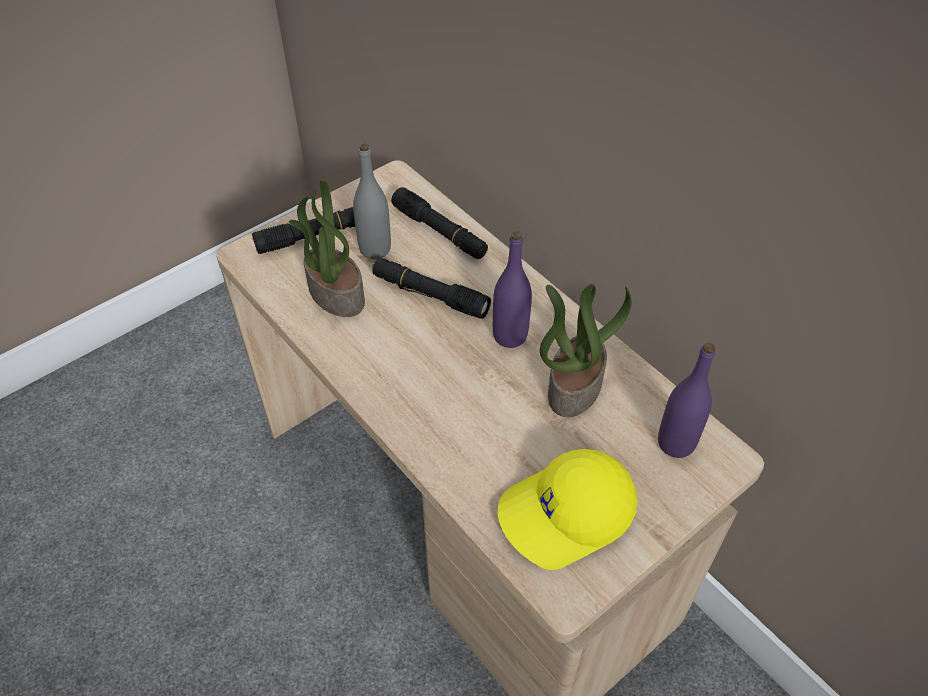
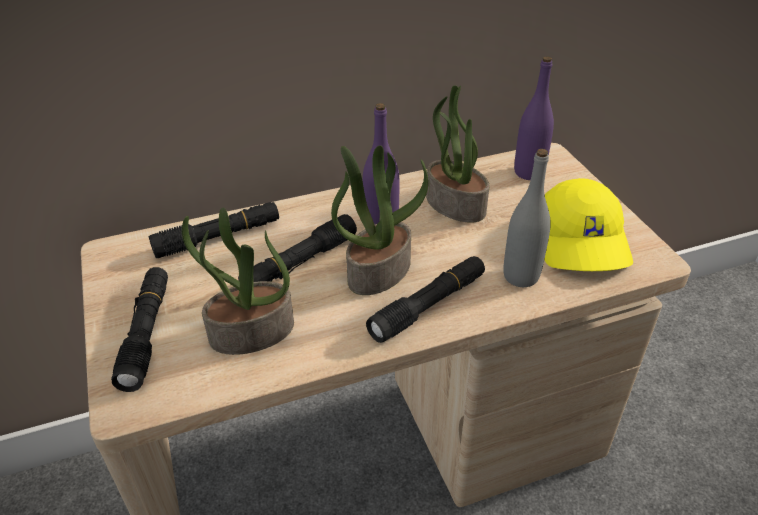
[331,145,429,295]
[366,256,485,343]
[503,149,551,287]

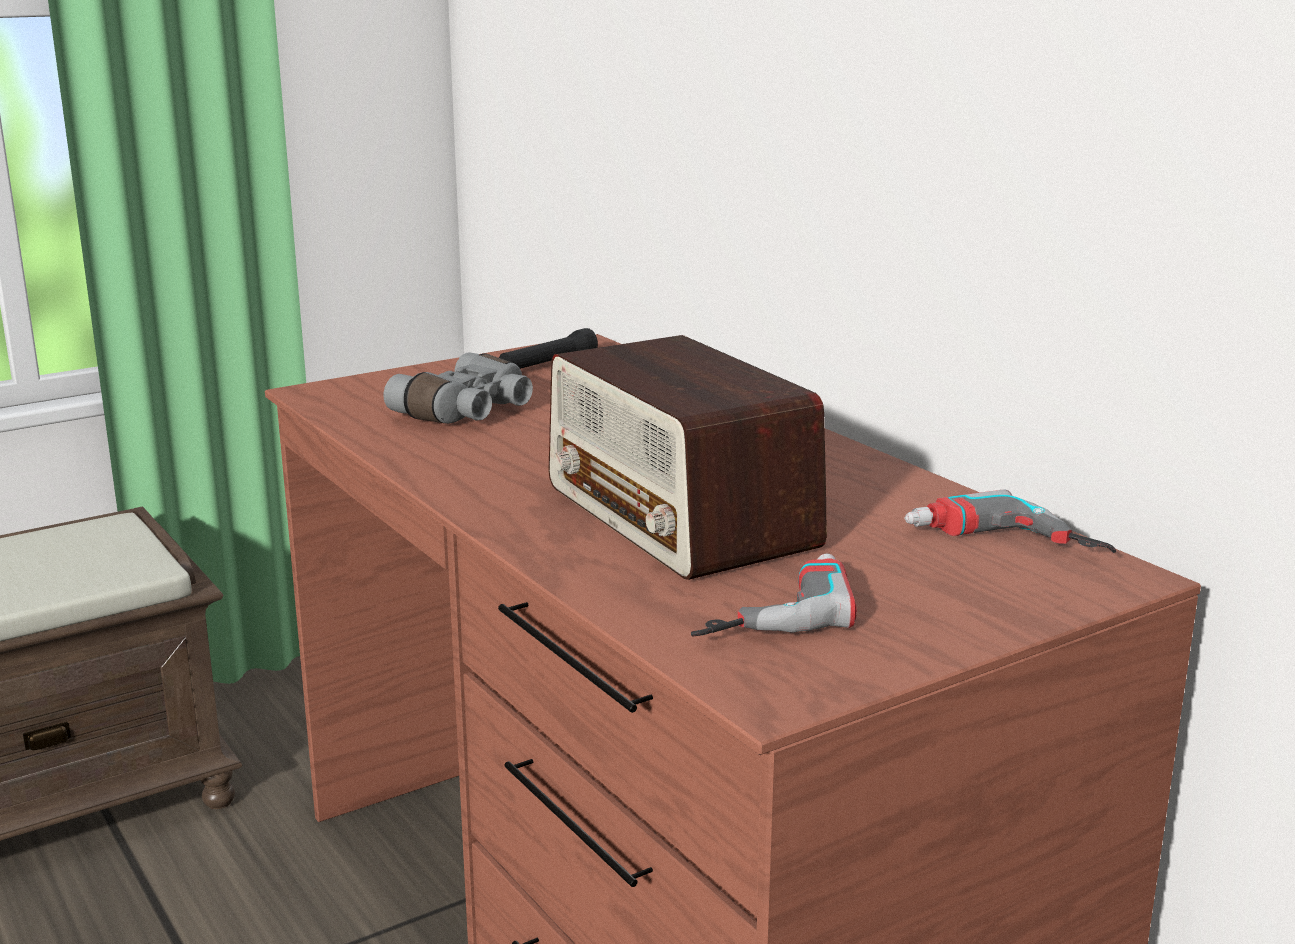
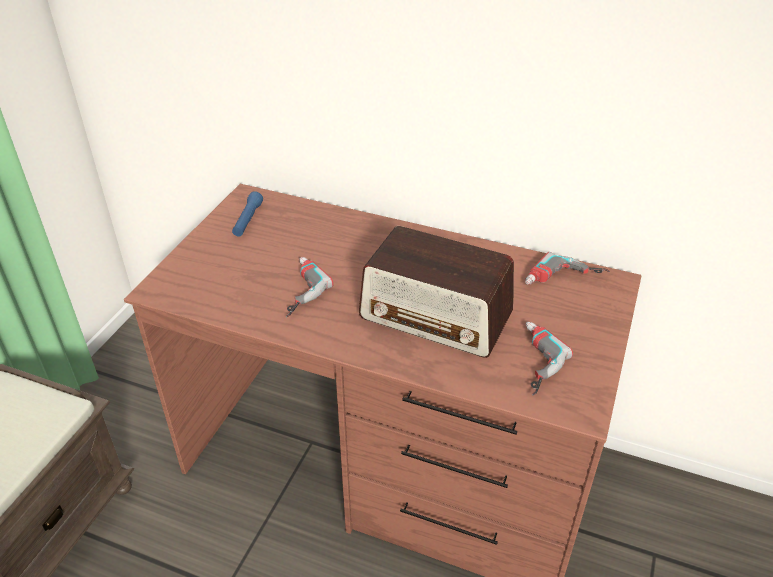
[232,191,263,237]
[286,257,333,317]
[384,352,533,424] (first image)

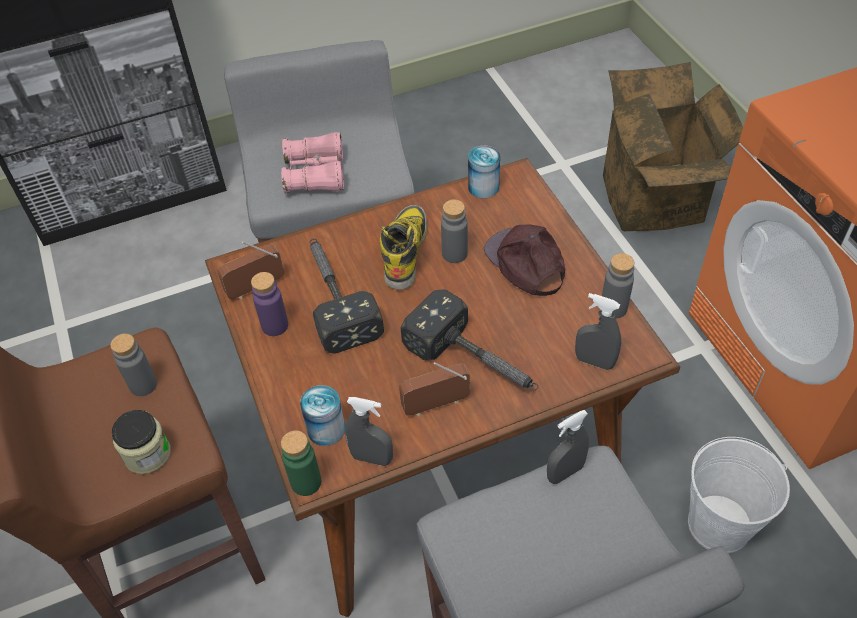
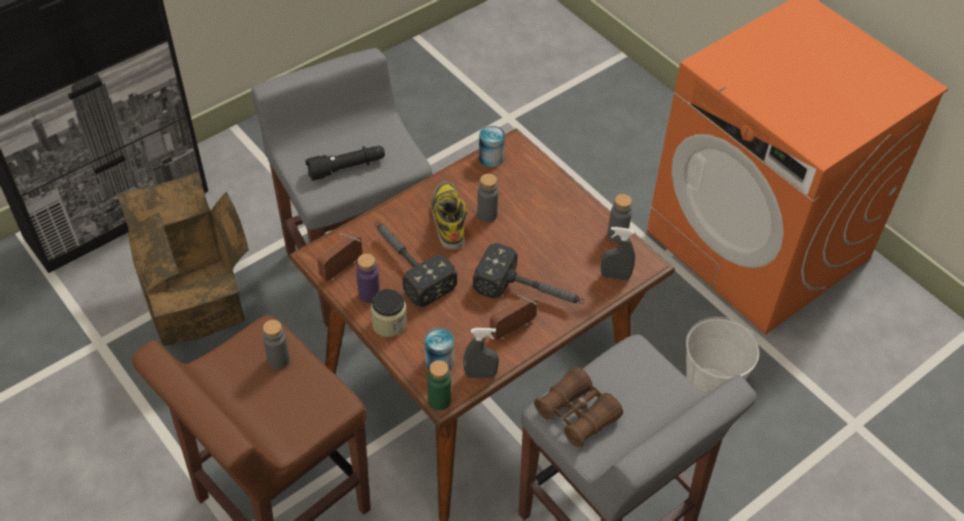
[117,172,249,346]
[305,146,385,181]
[371,289,407,337]
[534,366,623,448]
[484,224,565,296] (first image)
[547,410,589,484] (first image)

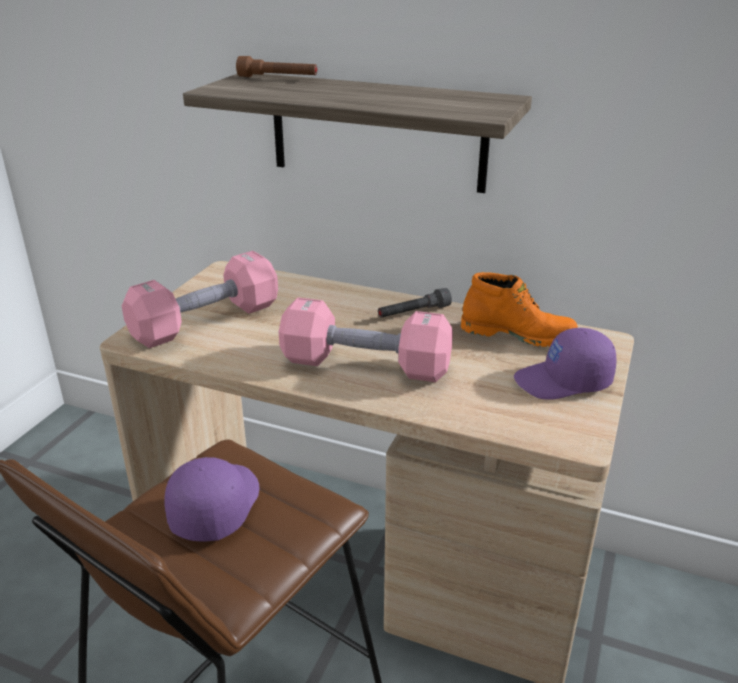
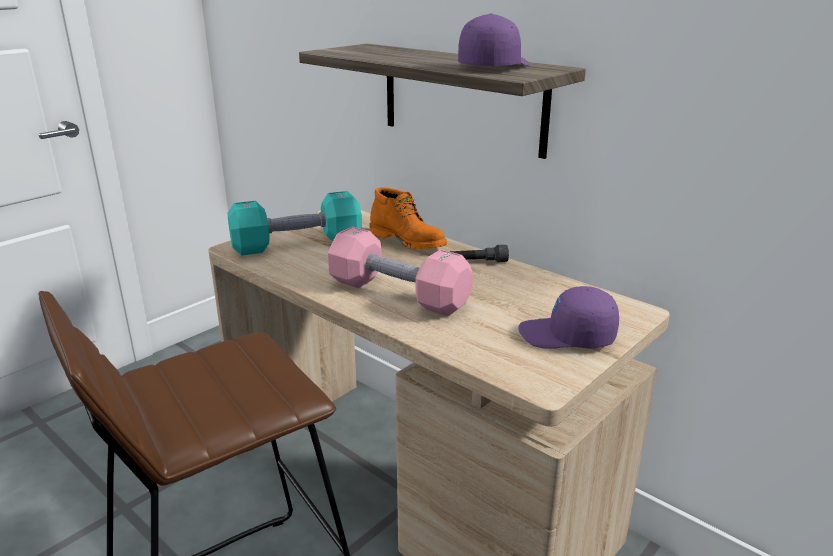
[228,191,362,255]
[369,187,447,249]
[458,13,530,66]
[236,56,317,77] (first image)

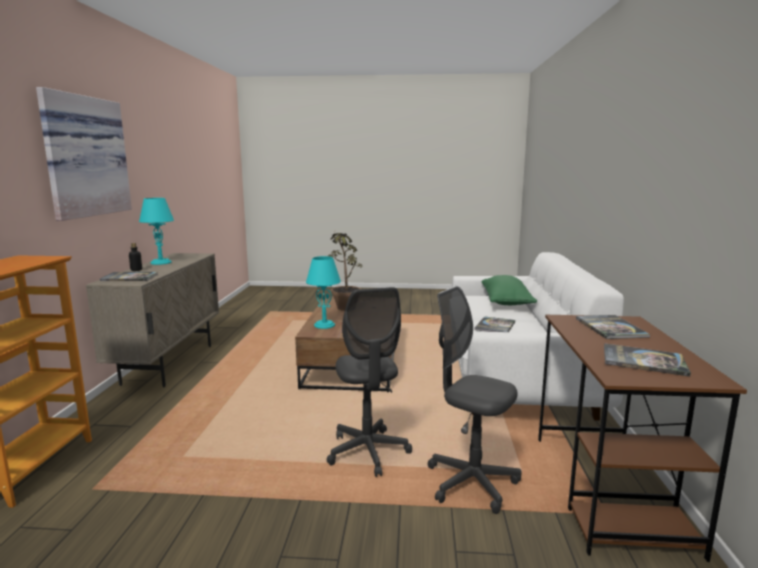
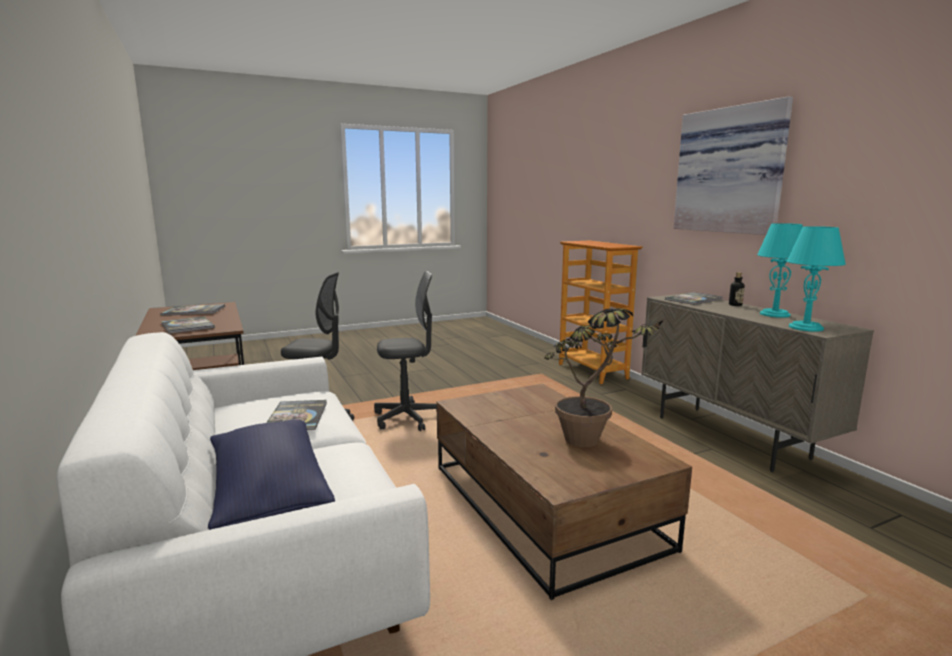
[208,419,335,530]
[374,271,437,431]
[787,226,846,332]

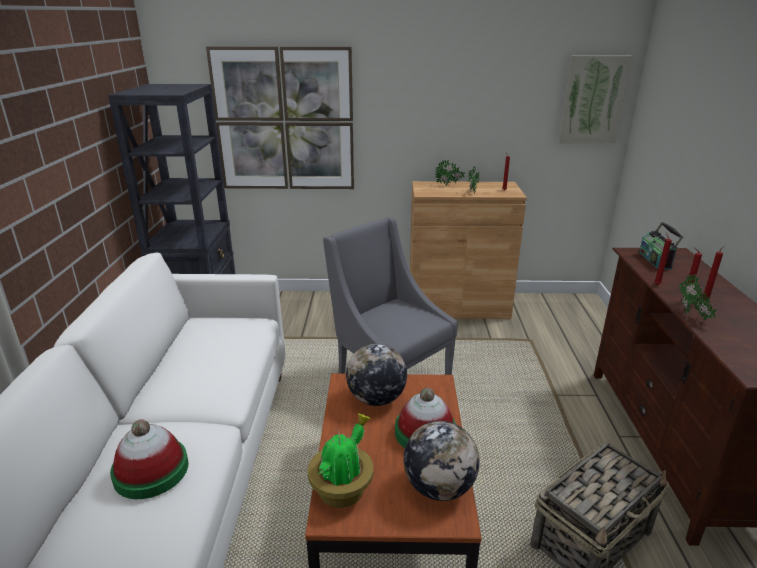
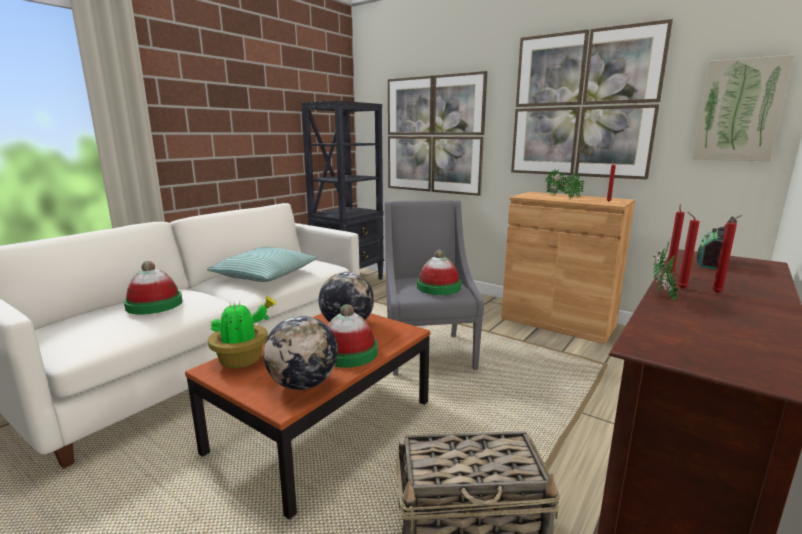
[207,247,317,282]
[417,250,461,295]
[511,19,673,180]

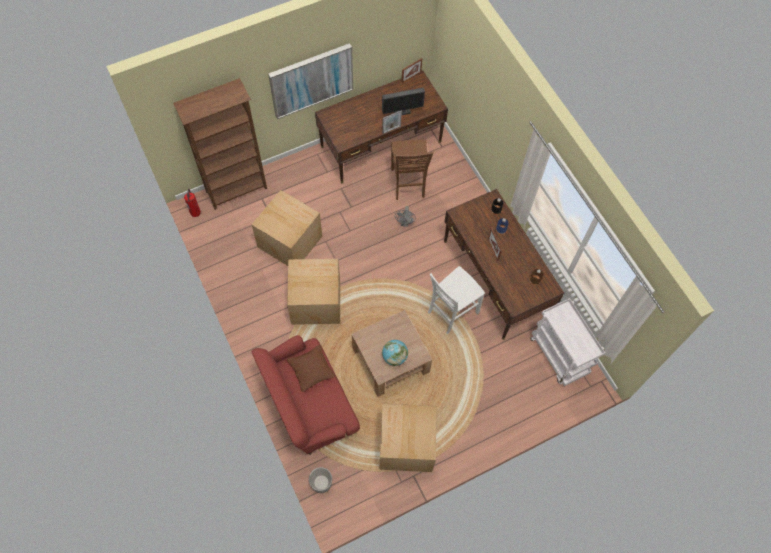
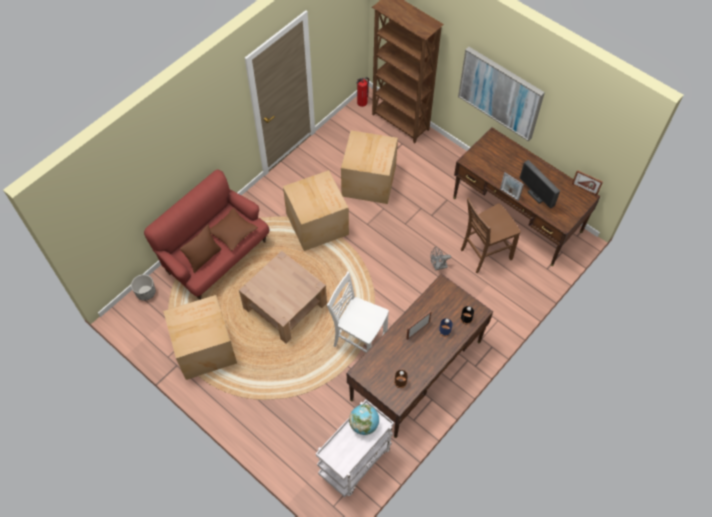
[180,224,221,273]
[349,404,379,435]

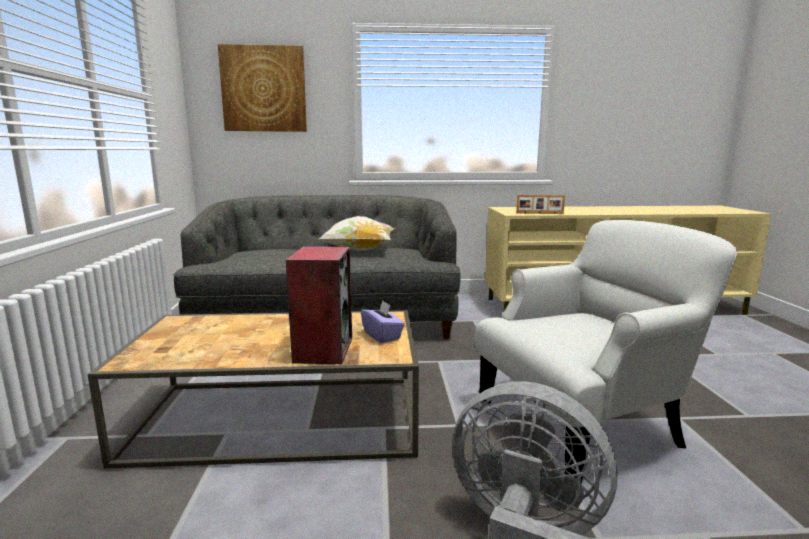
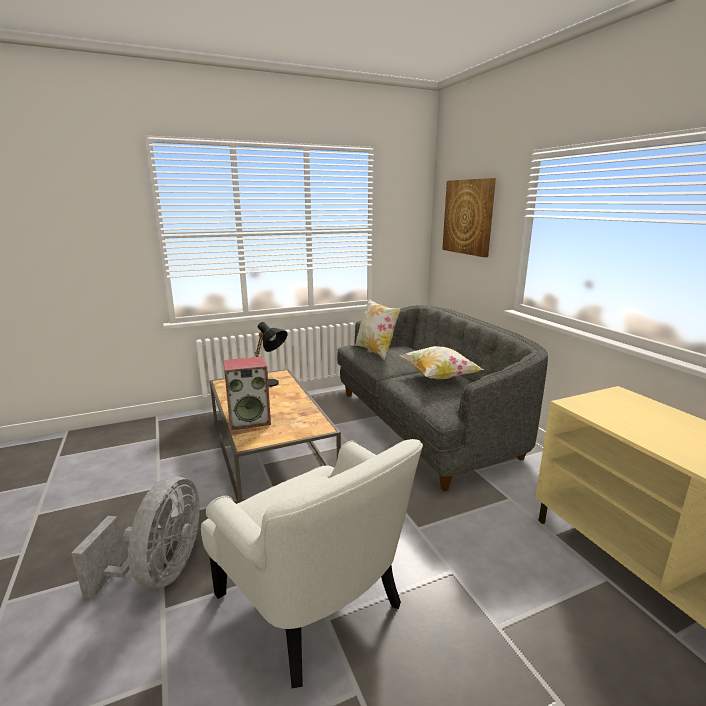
[255,322,288,387]
[355,299,401,360]
[361,301,405,343] (first image)
[516,195,565,214] (first image)

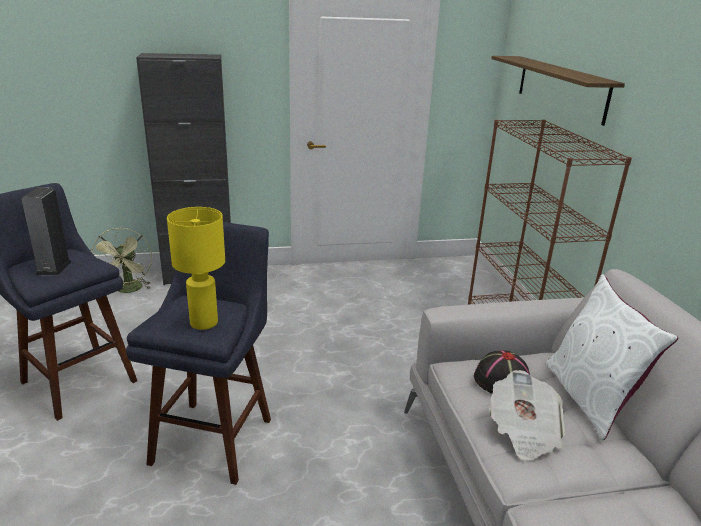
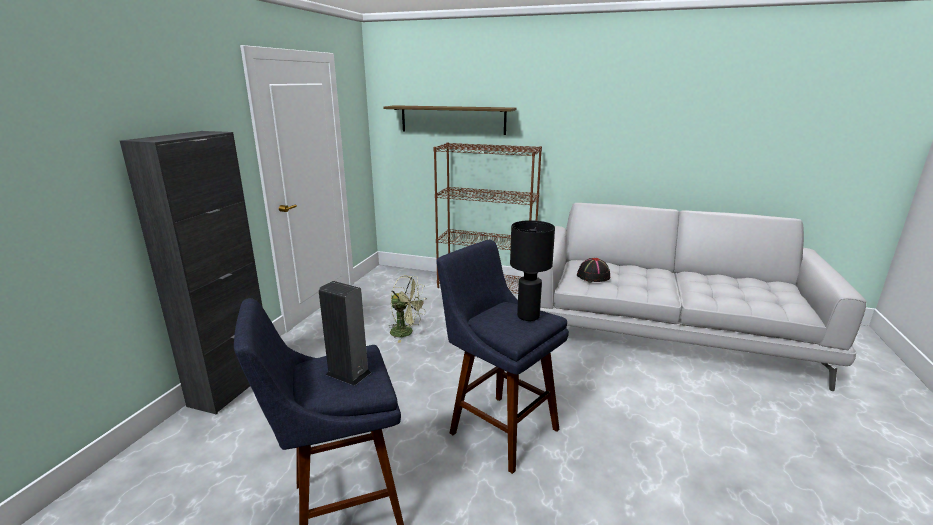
[388,275,427,343]
[510,220,555,321]
[489,370,565,461] (first image)
[545,274,678,440] (first image)

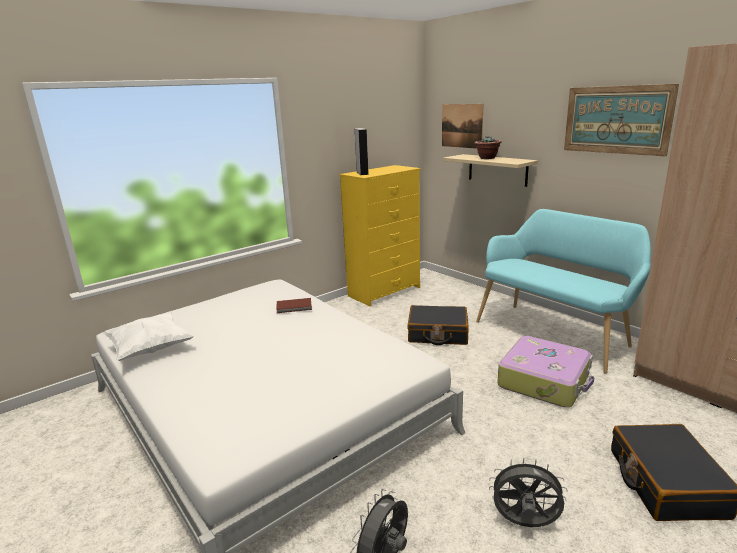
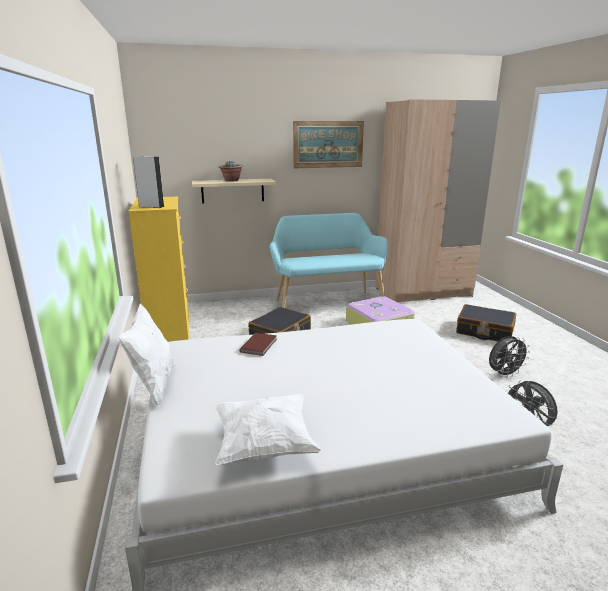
[119,304,174,406]
[489,336,530,378]
[442,104,484,149] (first image)

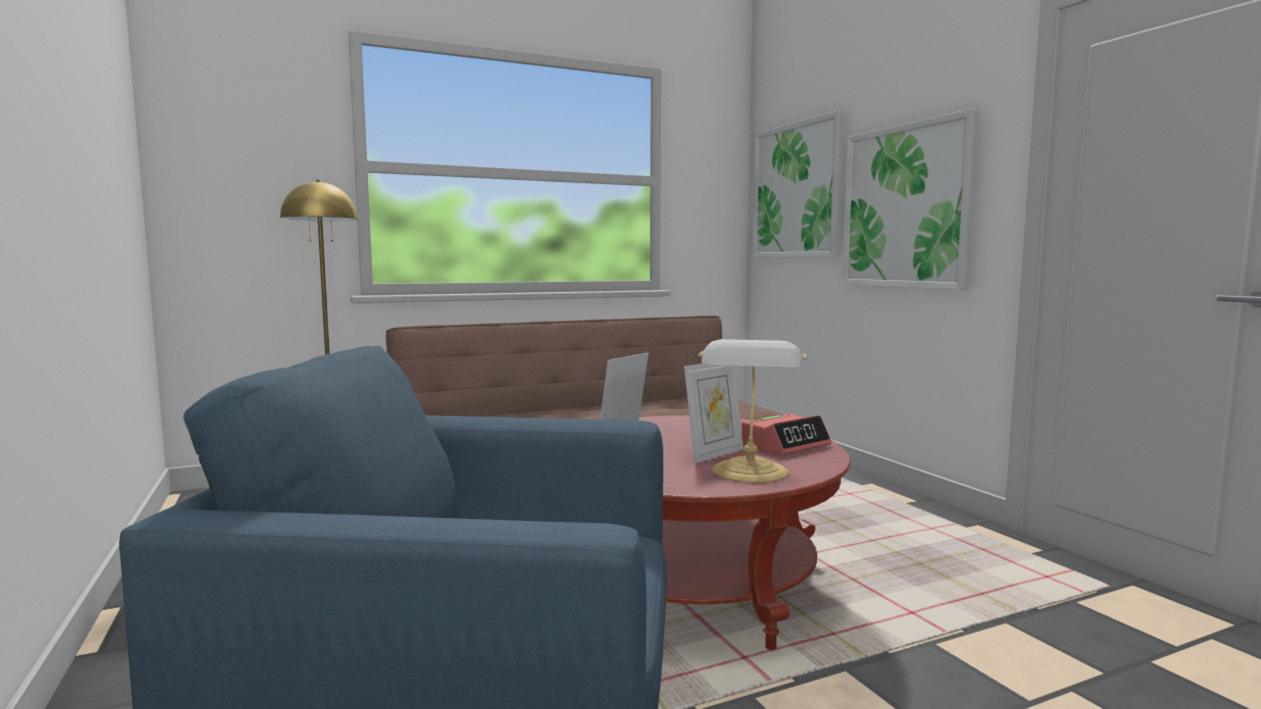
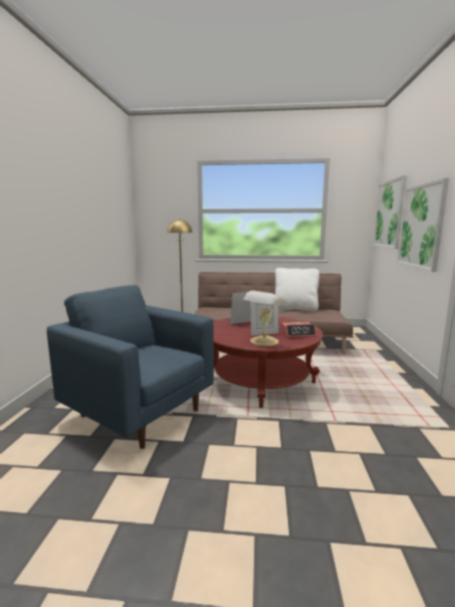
[275,268,319,311]

